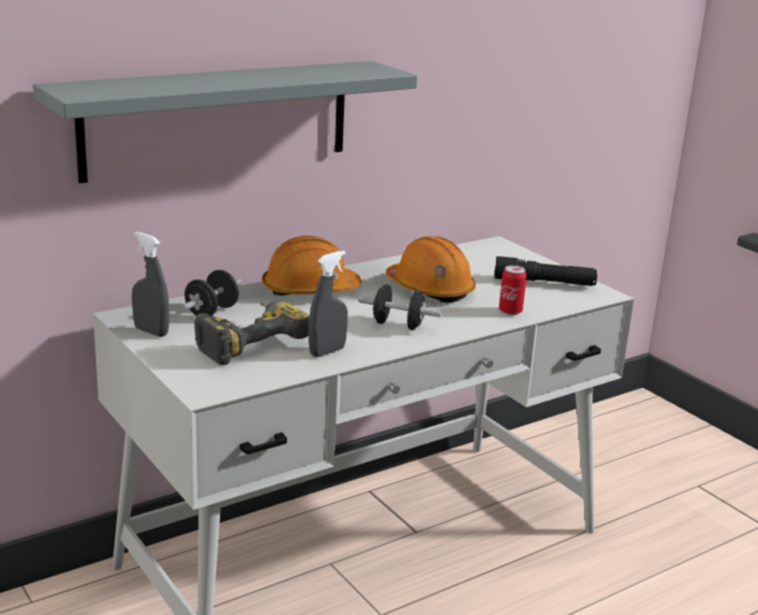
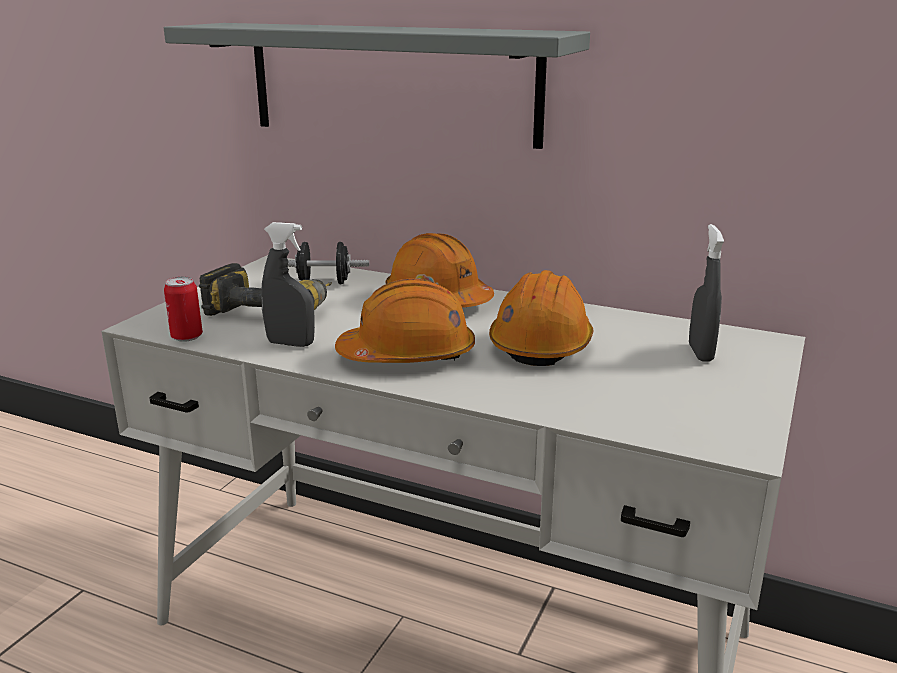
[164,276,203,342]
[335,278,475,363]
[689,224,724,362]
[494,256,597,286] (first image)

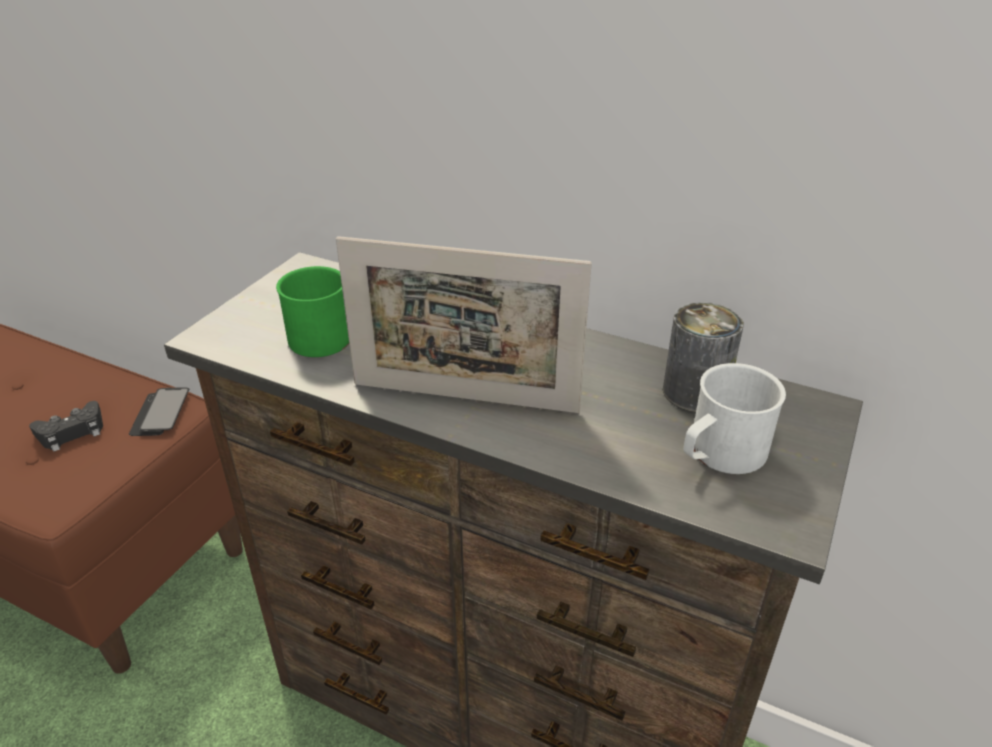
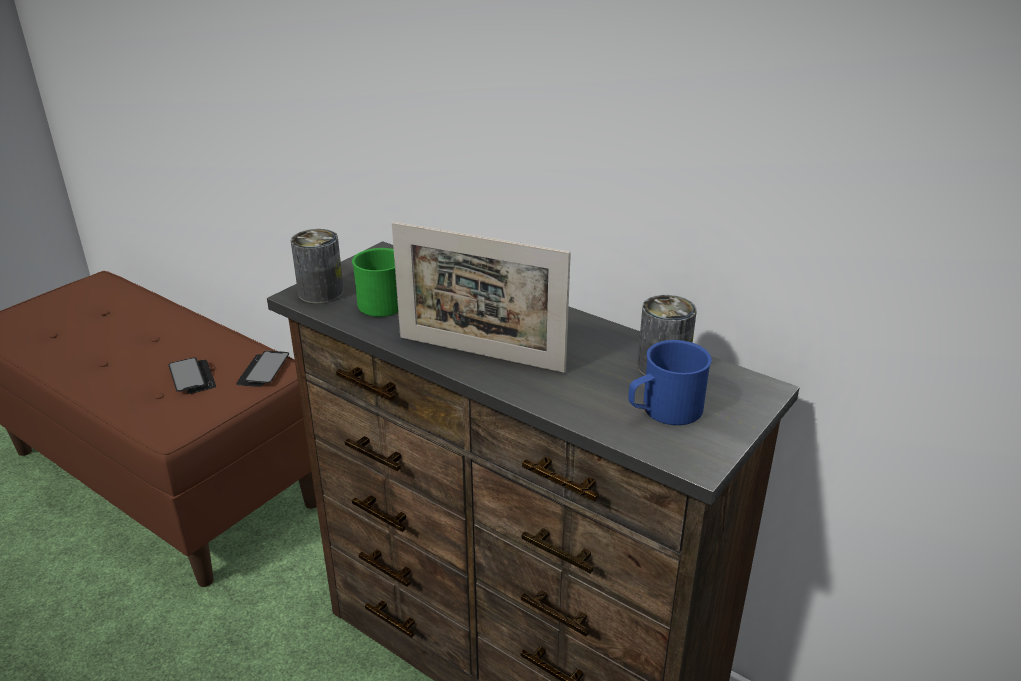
[168,358,216,394]
[291,229,344,304]
[628,340,712,425]

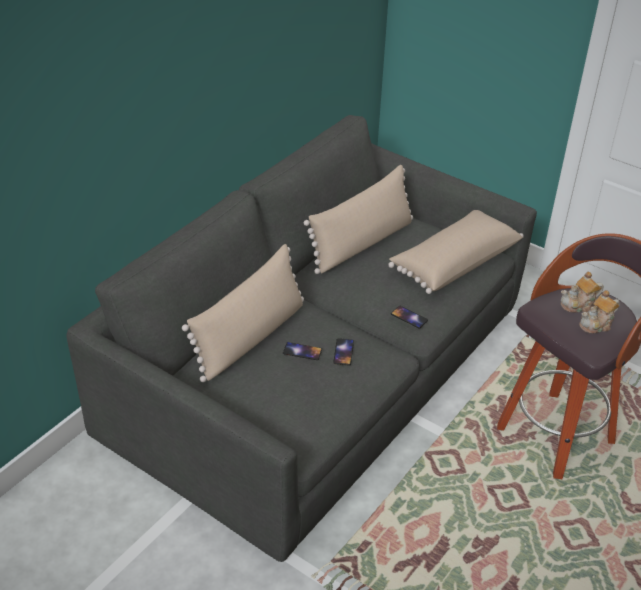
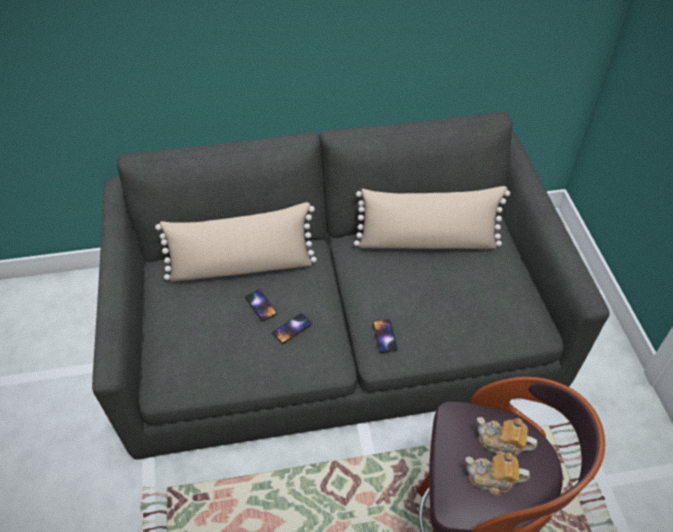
[388,210,524,294] (first image)

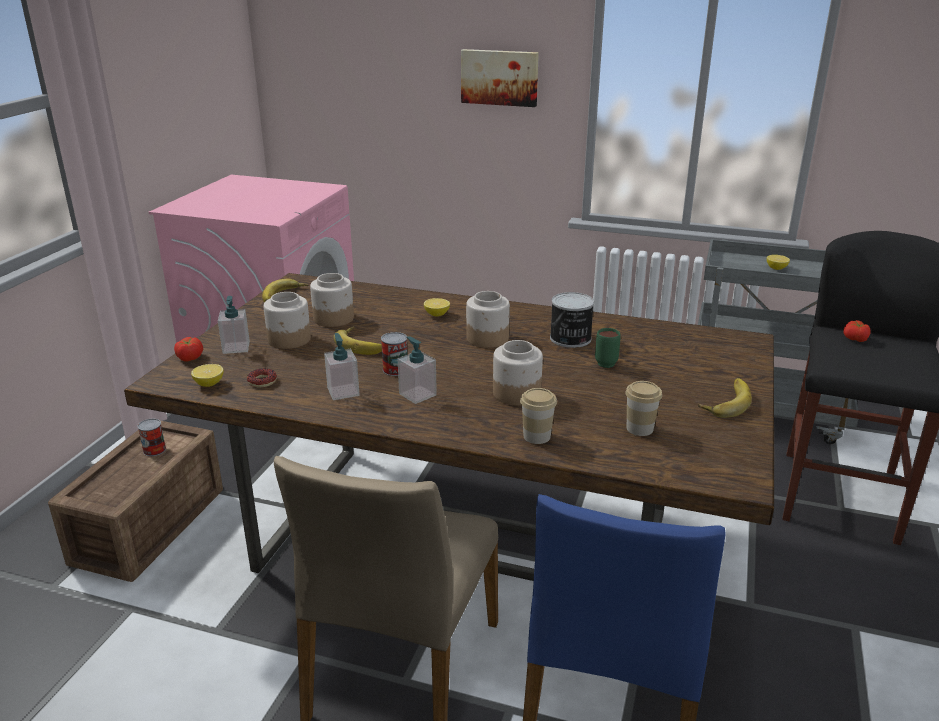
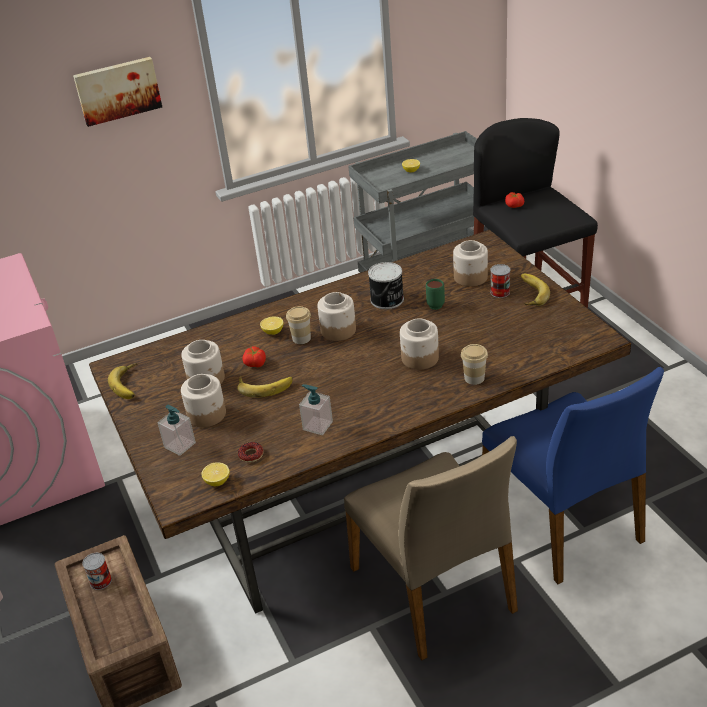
[242,346,266,367]
[286,306,311,344]
[453,240,488,287]
[490,264,510,298]
[398,336,437,404] (first image)

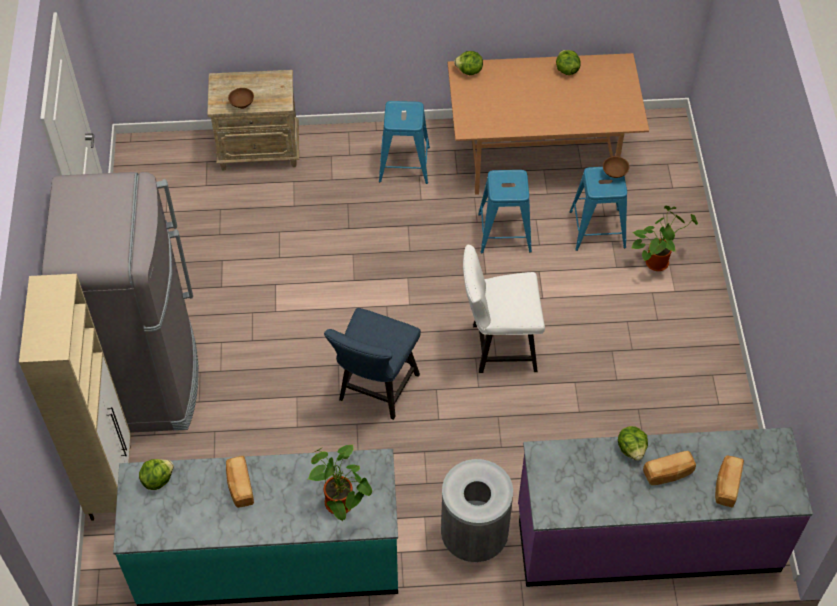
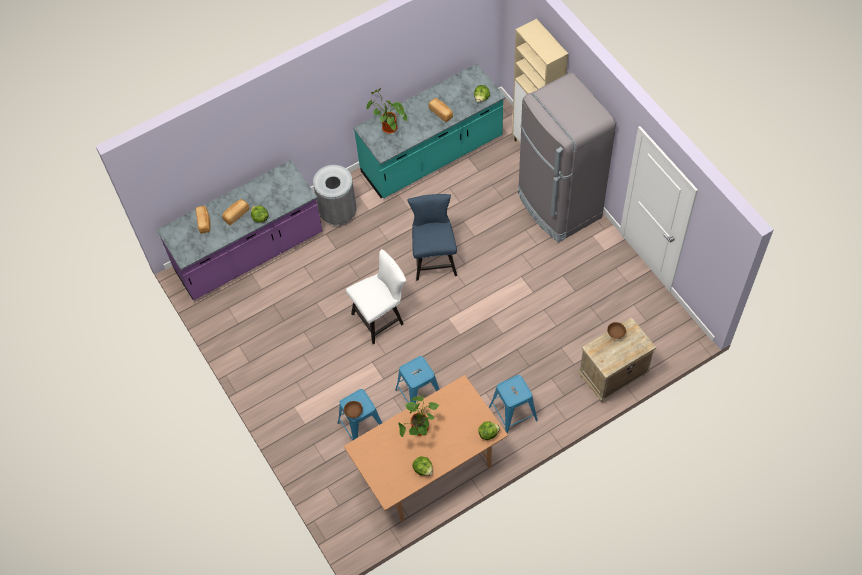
[398,394,440,437]

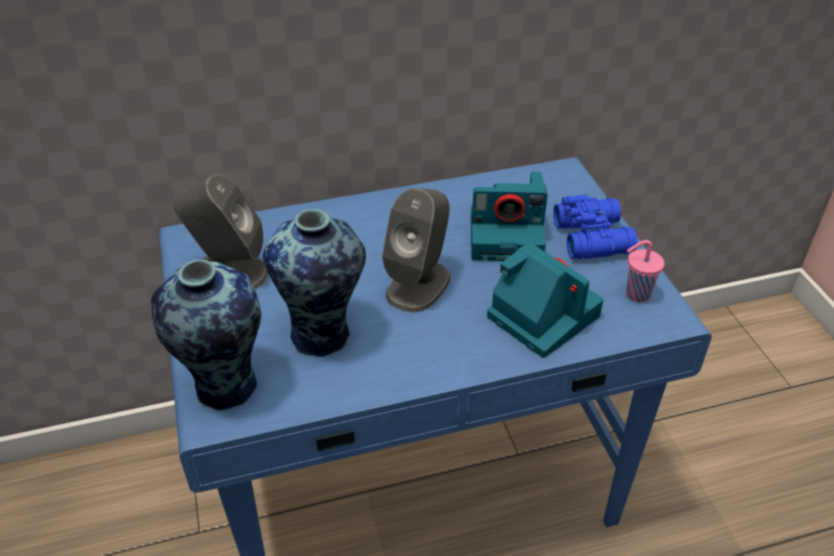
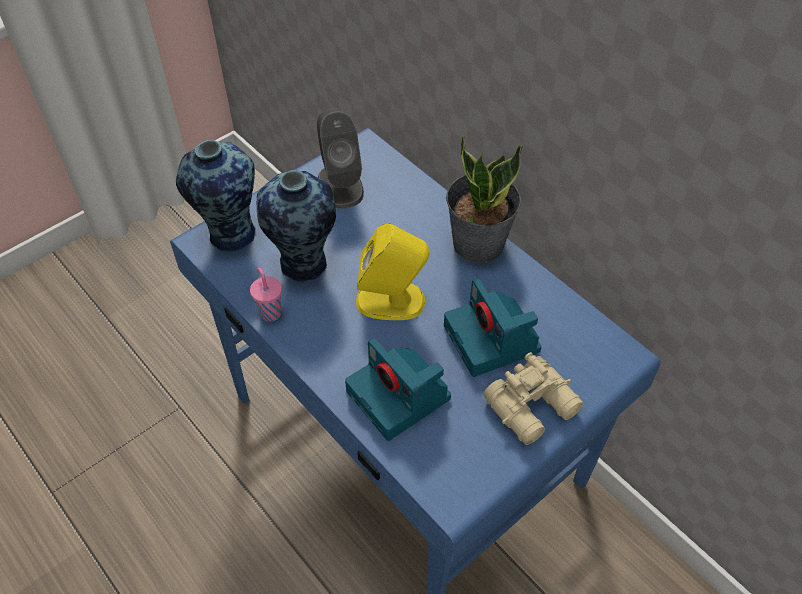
[250,268,282,322]
[345,338,451,441]
[356,223,430,320]
[446,135,523,263]
[483,352,584,445]

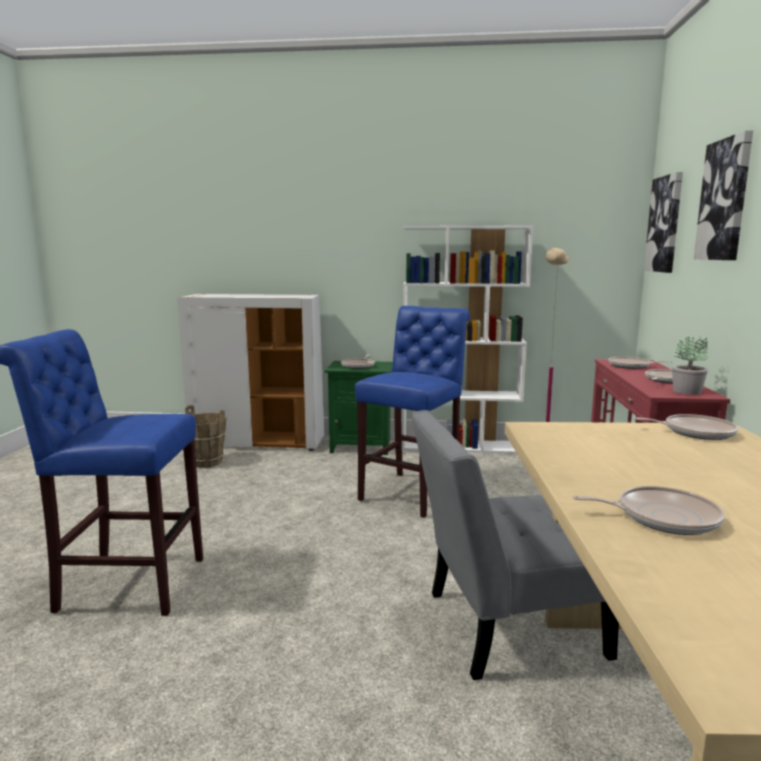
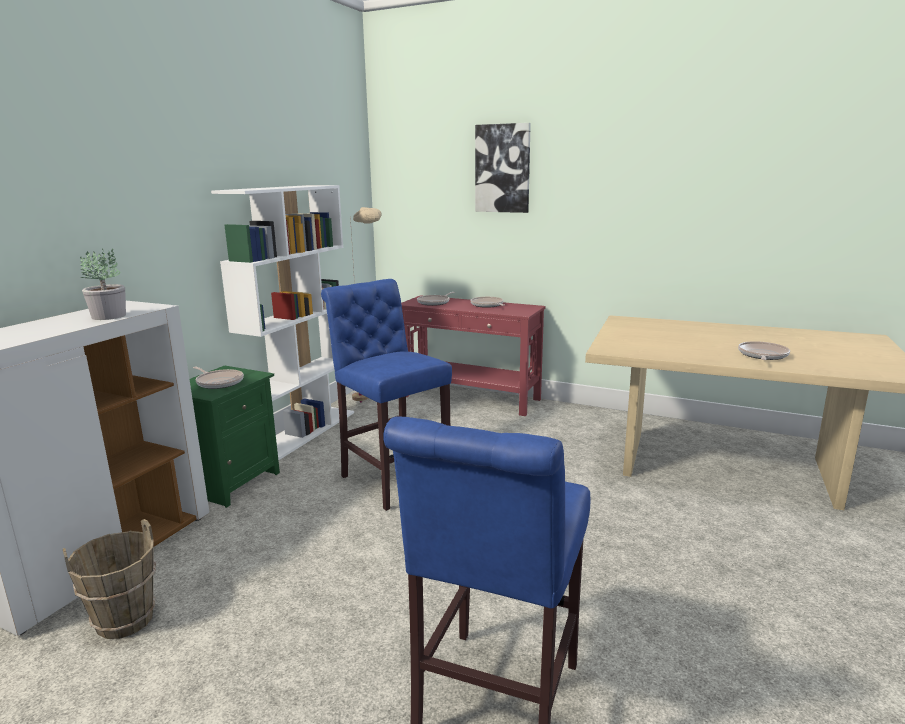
[80,248,126,320]
[411,410,619,680] (first image)
[634,414,739,440] (first image)
[644,172,683,273] (first image)

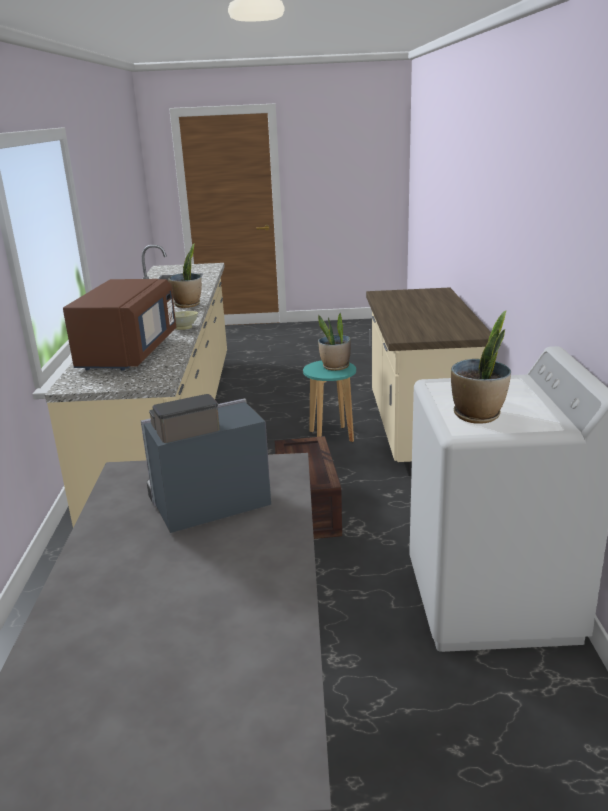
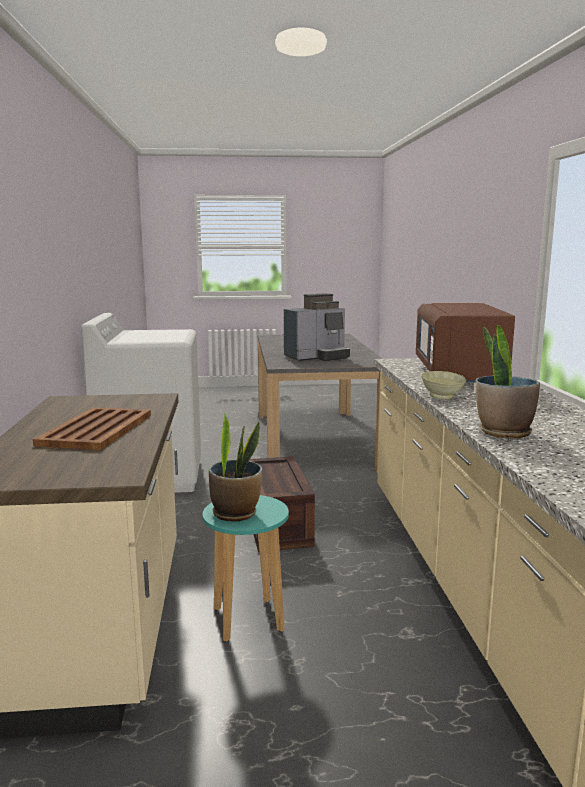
[33,407,151,450]
[451,311,511,424] (first image)

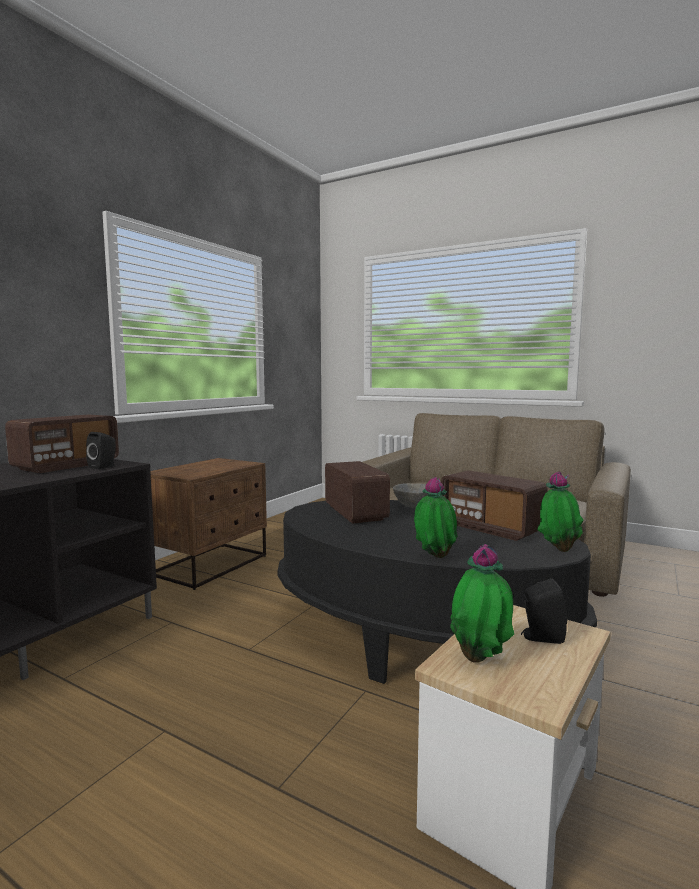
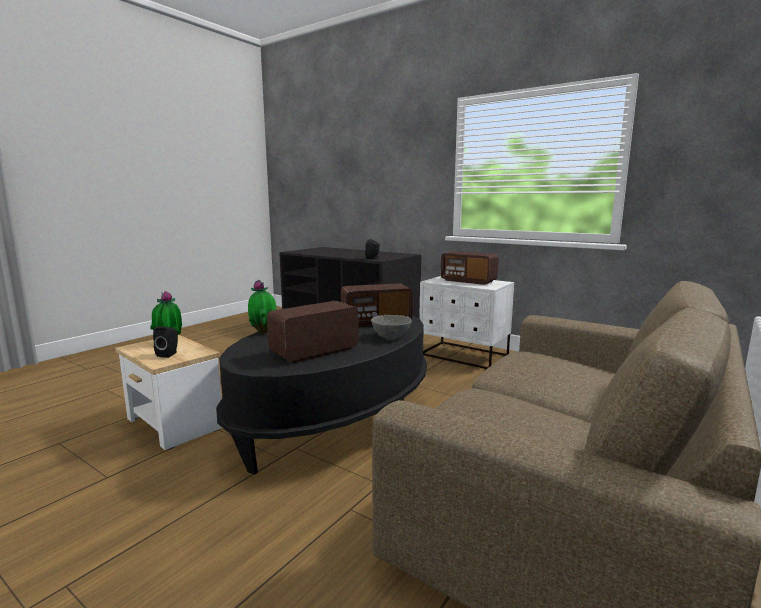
[419,276,514,369]
[441,251,499,285]
[537,472,584,552] (first image)

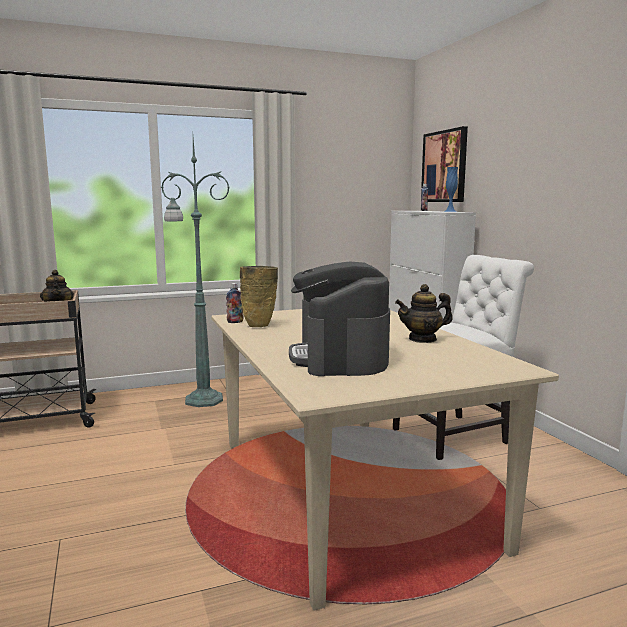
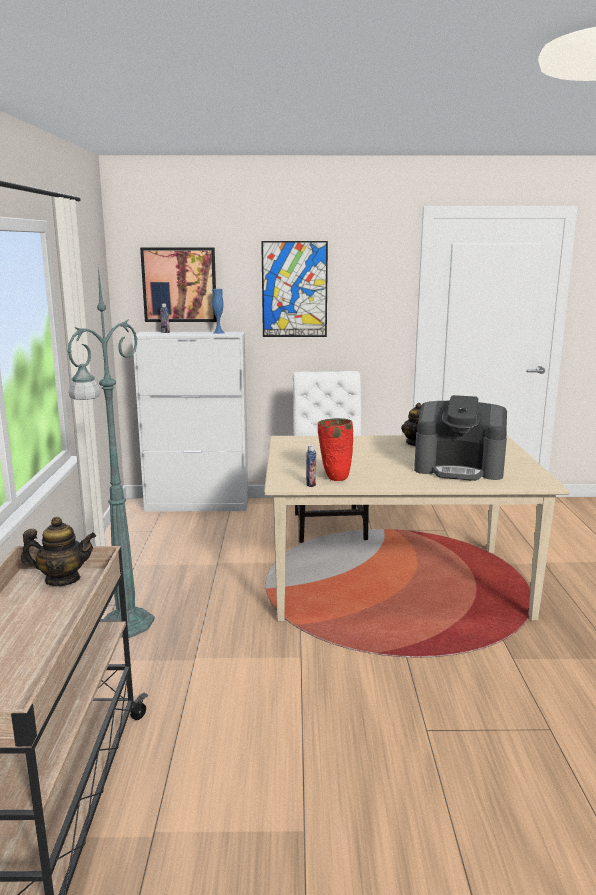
[261,241,328,337]
[318,418,353,481]

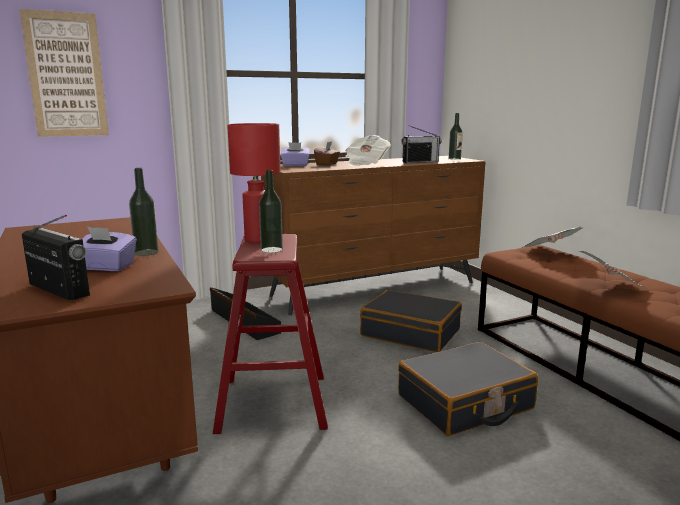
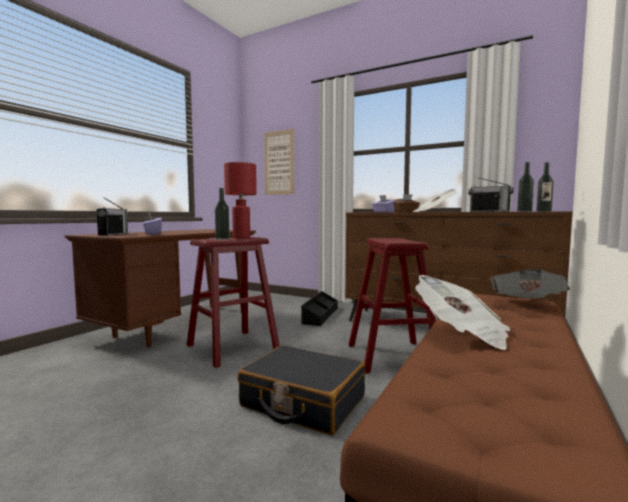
[348,238,436,374]
[517,162,534,212]

